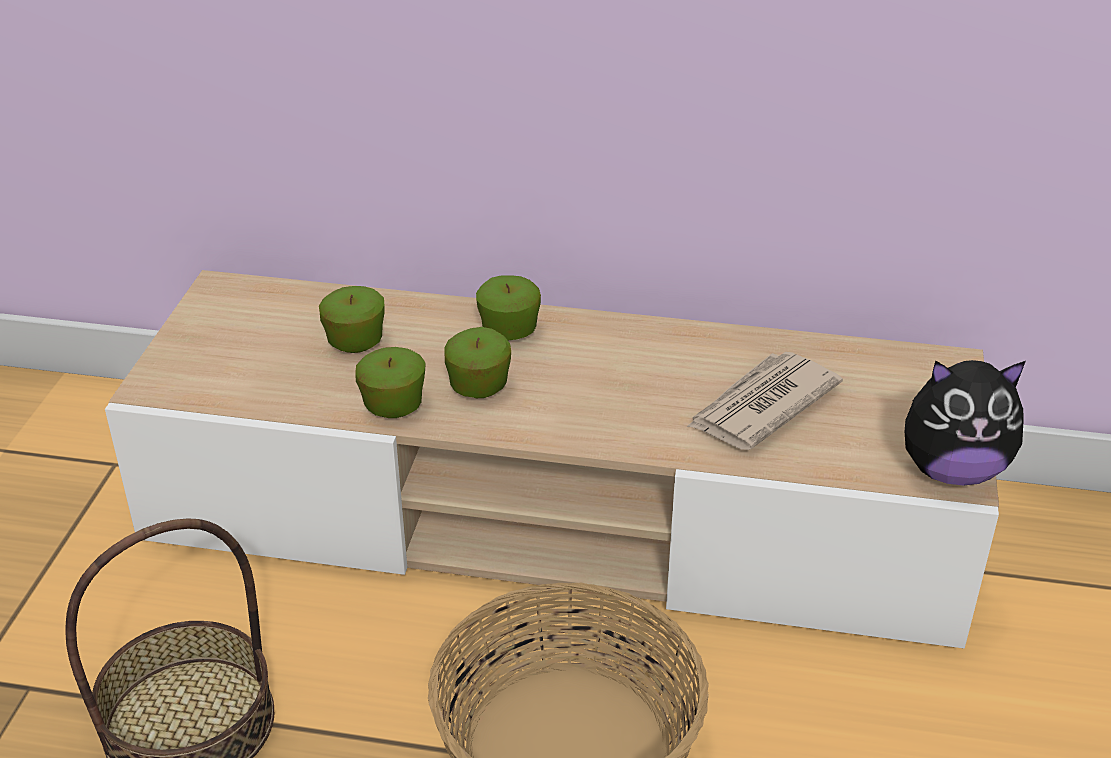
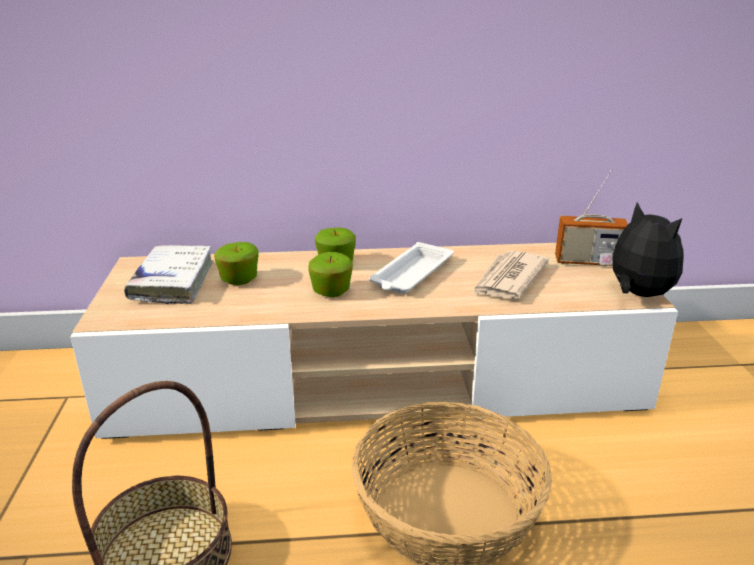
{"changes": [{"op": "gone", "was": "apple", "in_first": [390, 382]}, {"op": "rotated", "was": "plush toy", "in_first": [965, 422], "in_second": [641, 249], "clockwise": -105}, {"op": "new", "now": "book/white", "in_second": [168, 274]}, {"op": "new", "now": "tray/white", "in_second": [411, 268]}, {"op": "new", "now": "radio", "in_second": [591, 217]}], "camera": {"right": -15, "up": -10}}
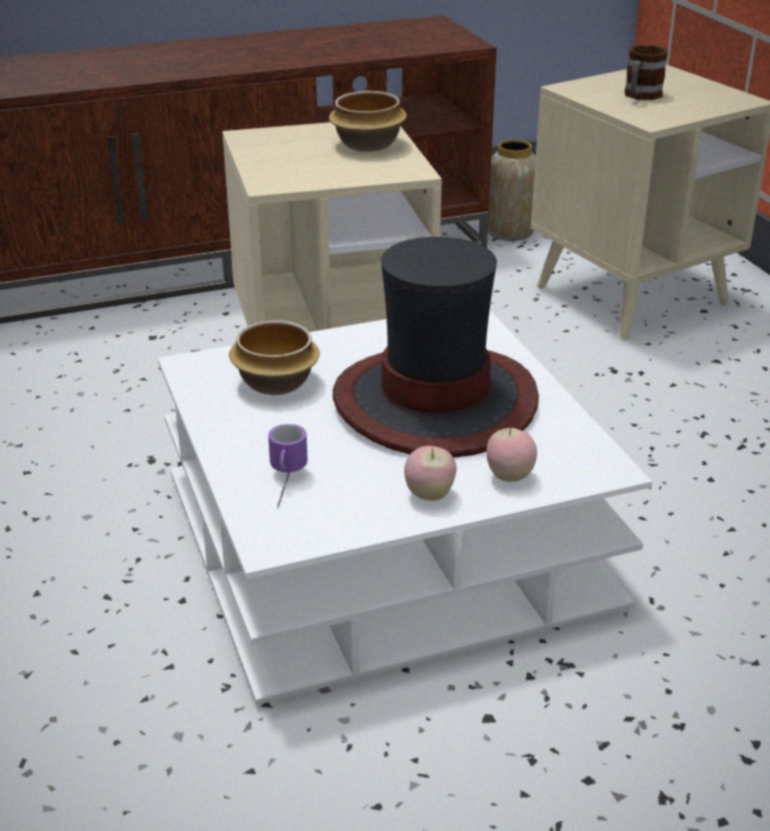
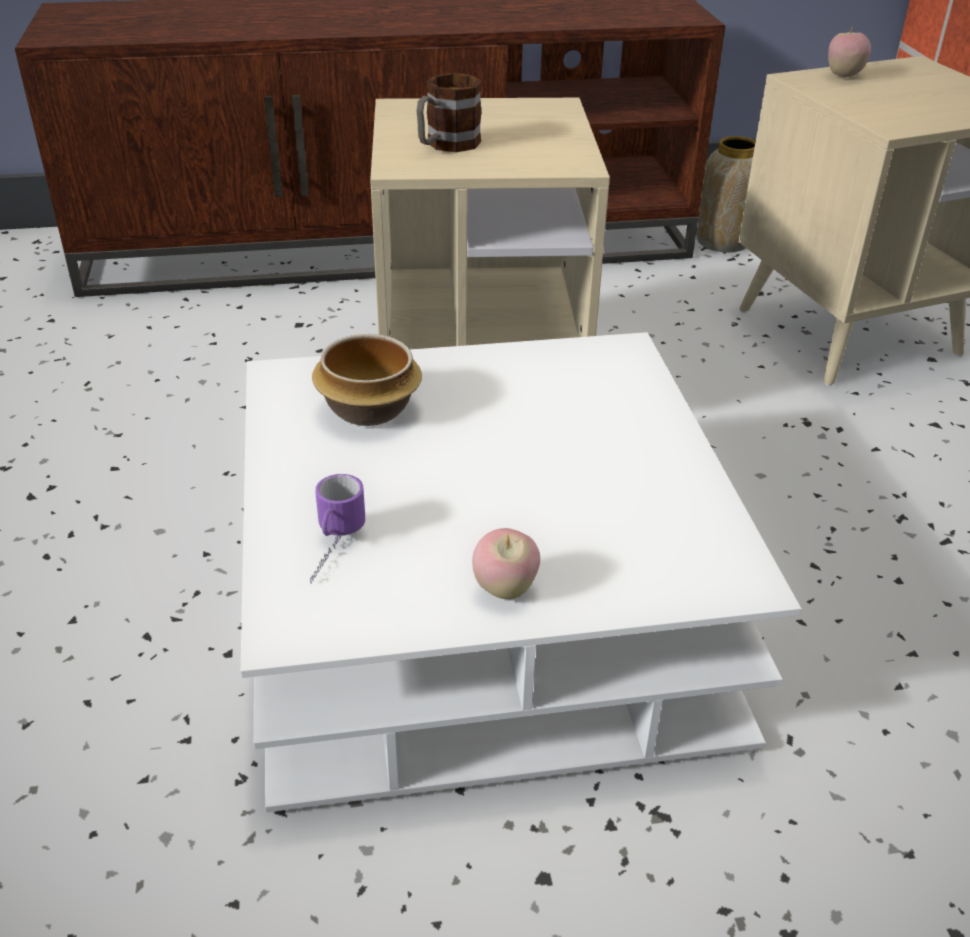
{"changes": [{"op": "gone", "was": "bowl", "in_first": [368, 121]}, {"op": "gone", "was": "hat", "in_first": [436, 347]}, {"op": "shifted", "was": "apple", "in_first": [512, 454], "in_second": [849, 52]}, {"op": "shifted", "was": "mug", "in_first": [646, 72], "in_second": [449, 112]}], "camera": {"right": 10, "up": 5}}
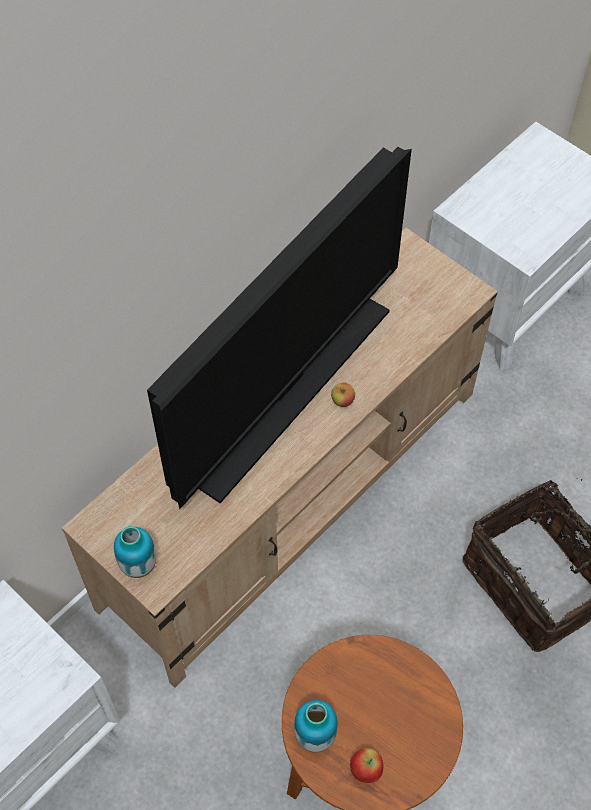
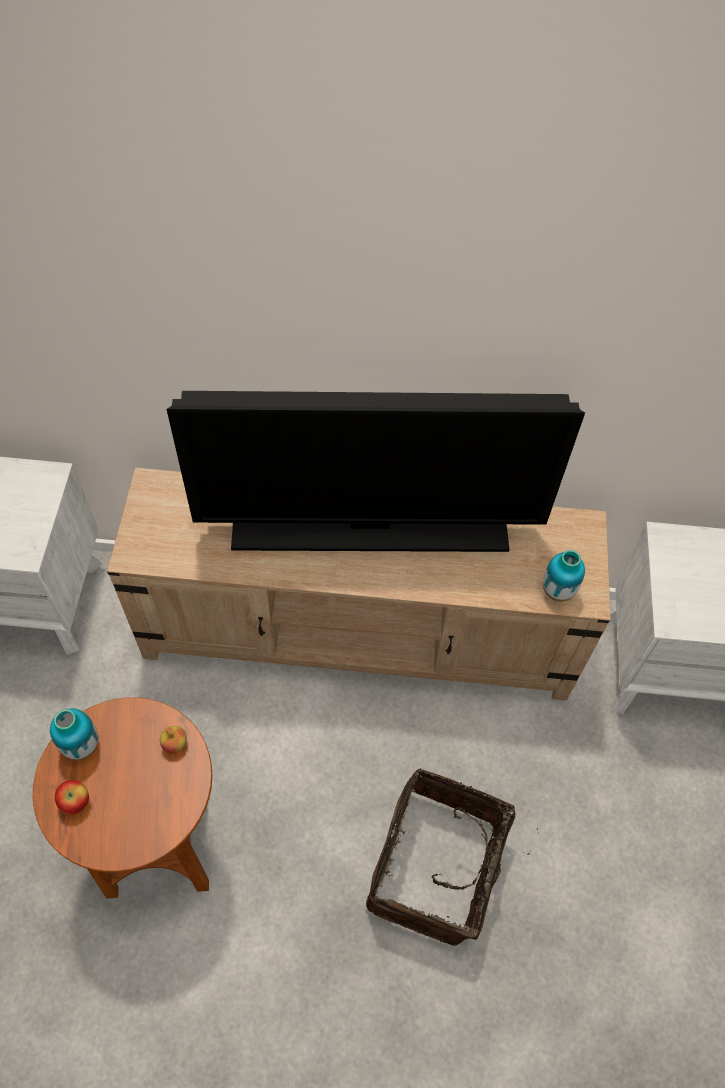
{"changes": [{"op": "shifted", "was": "vase", "in_first": [135, 552], "in_second": [564, 576]}, {"op": "shifted", "was": "apple", "in_first": [343, 394], "in_second": [173, 739]}], "camera": {"right": 50, "up": 0}}
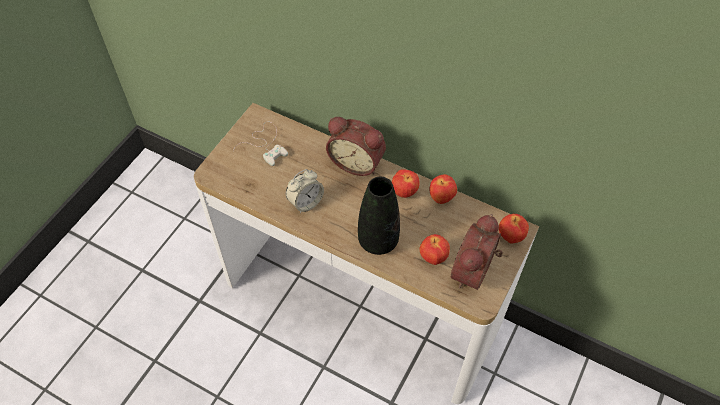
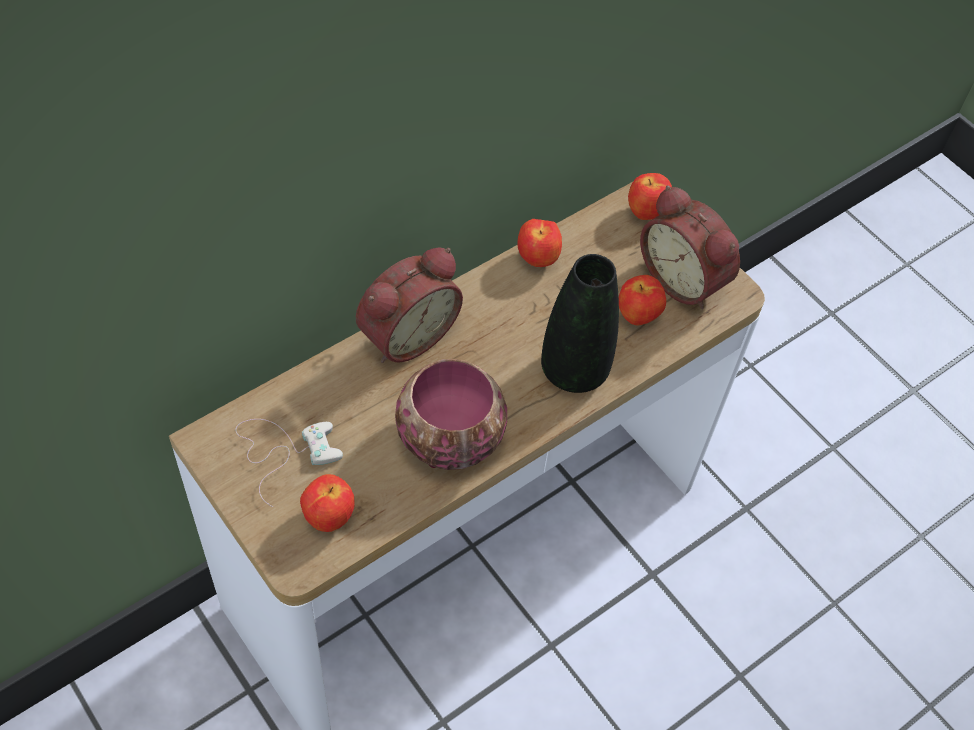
{"changes": [{"op": "swapped", "was": "alarm clock", "now": "bowl", "in_first": [305, 191], "in_second": [451, 414]}, {"op": "shifted", "was": "apple", "in_first": [406, 183], "in_second": [327, 503]}], "camera": {"right": -70, "up": 0}}
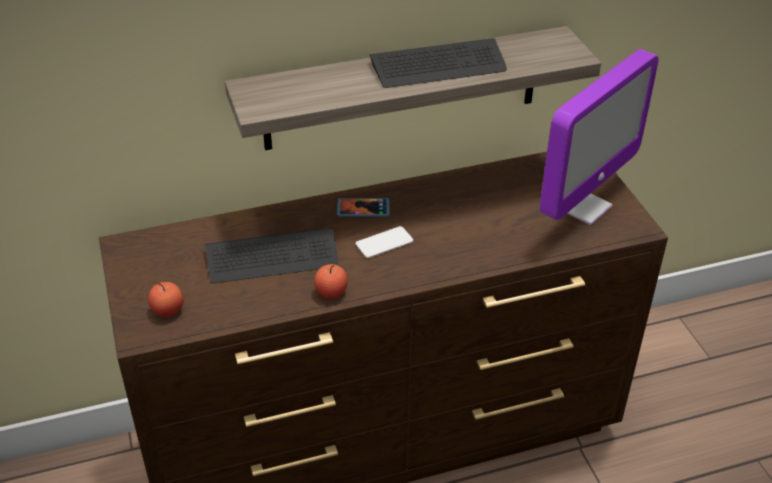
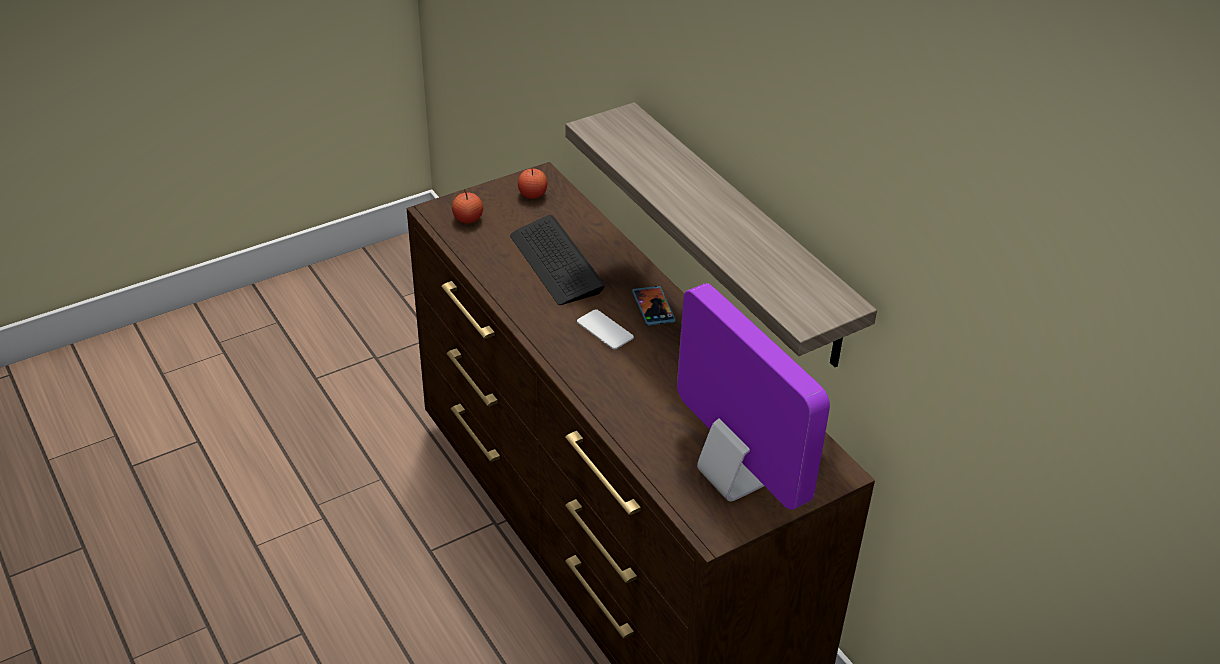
{"changes": [{"op": "shifted", "was": "apple", "in_first": [331, 281], "in_second": [532, 183]}, {"op": "gone", "was": "keyboard", "in_first": [438, 63]}, {"op": "rotated", "was": "monitor", "in_first": [599, 137], "in_second": [753, 396], "clockwise": -150}], "camera": {"right": 75, "up": 0}}
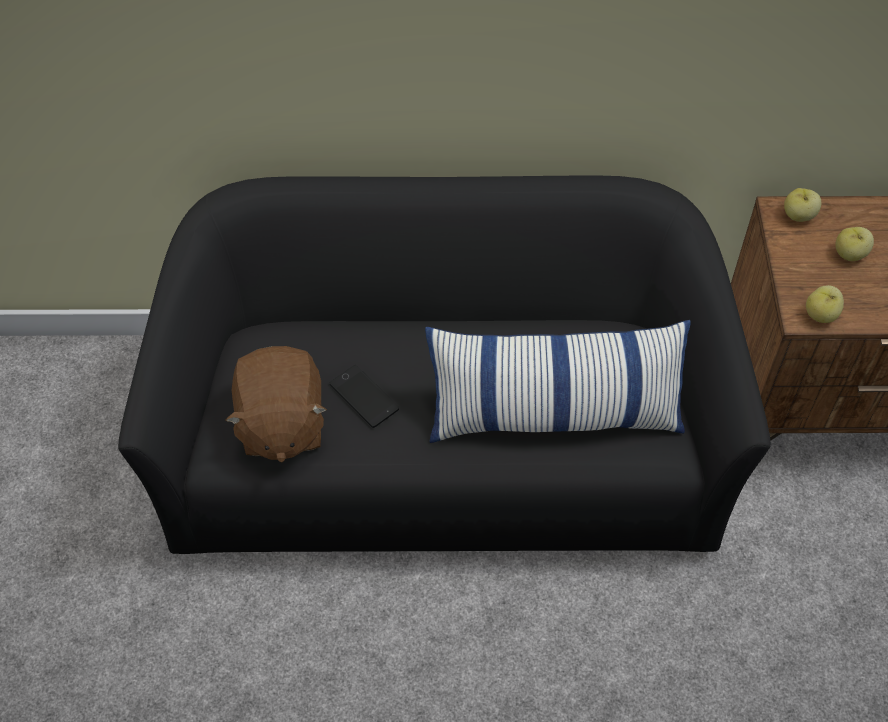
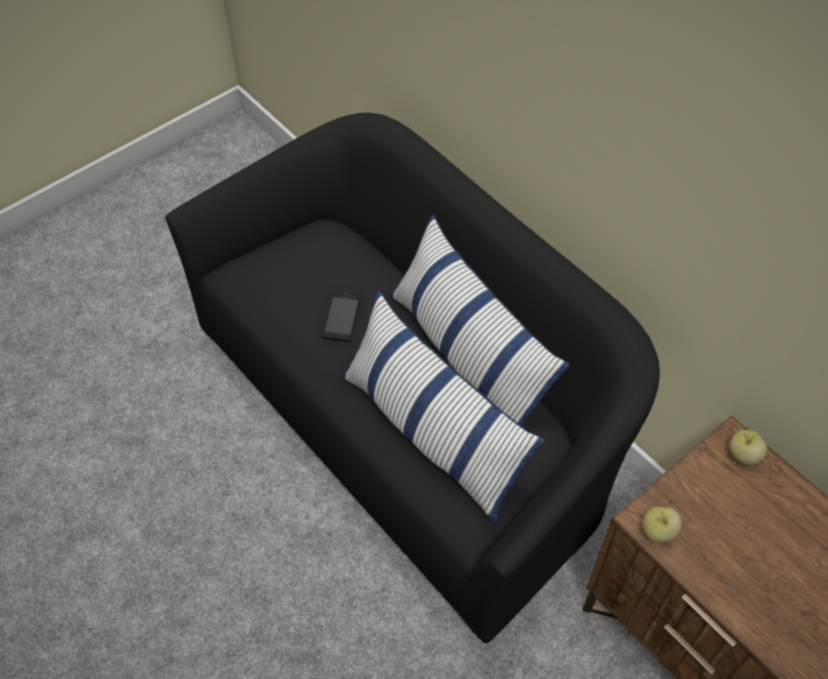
{"changes": [{"op": "gone", "was": "plush toy/brown", "in_first": [276, 404]}, {"op": "gone", "was": "apple", "in_first": [855, 244]}, {"op": "new", "now": "pillow", "in_second": [479, 321]}], "camera": {"right": 50, "up": 0}}
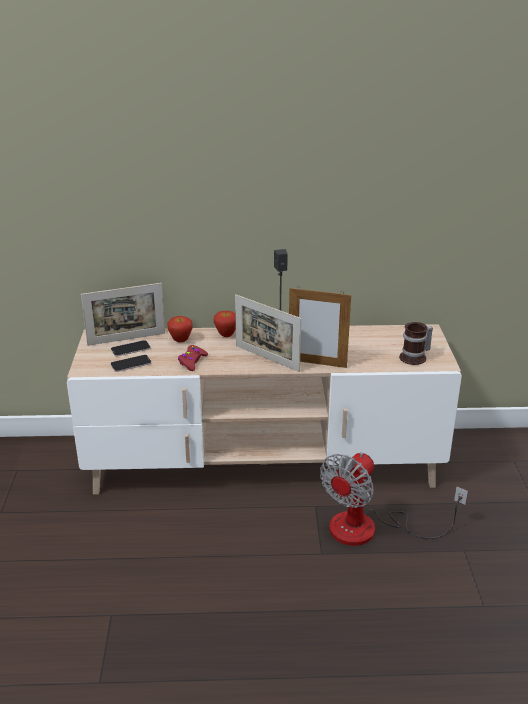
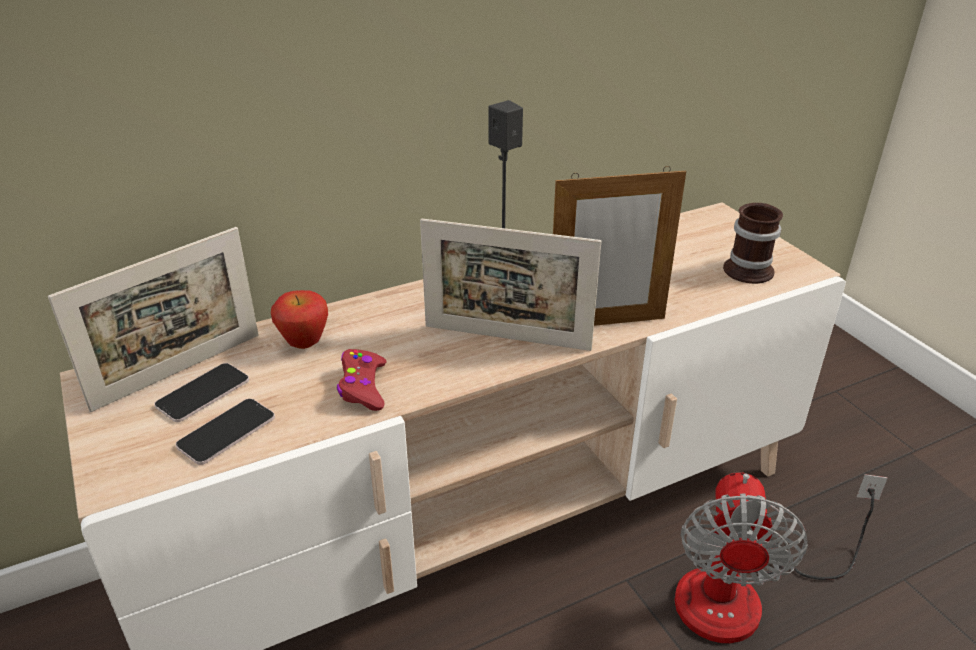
{"changes": [{"op": "gone", "was": "apple", "in_first": [225, 324]}], "camera": {"right": -25, "up": 5}}
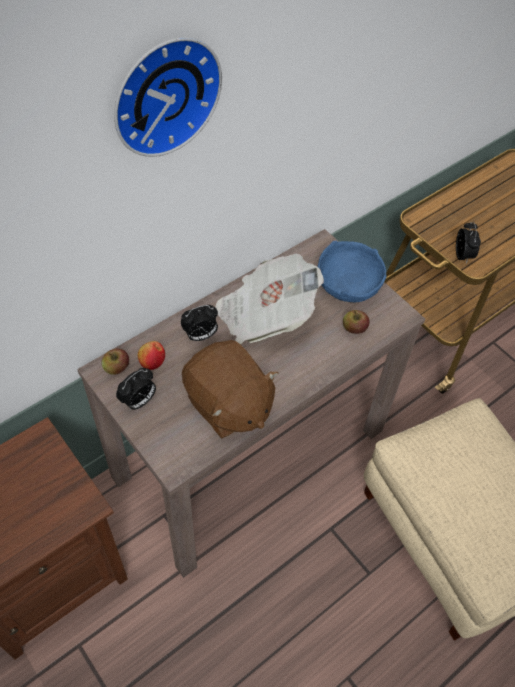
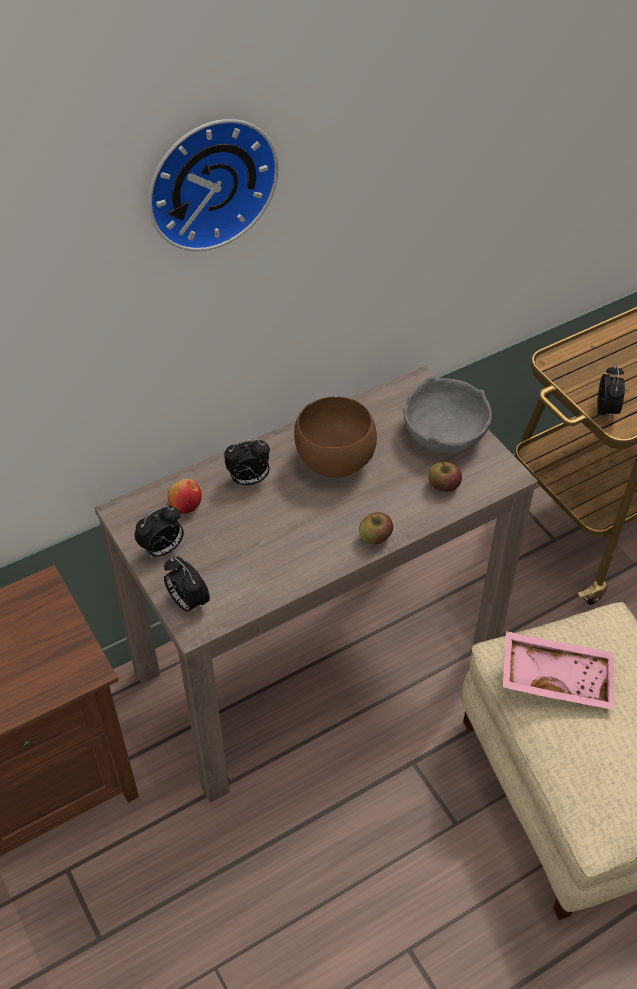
{"changes": [{"op": "shifted", "was": "apple", "in_first": [115, 361], "in_second": [376, 528]}, {"op": "gone", "was": "plush toy/brown", "in_first": [230, 389]}, {"op": "swapped", "was": "newspaper", "now": "bowl/brown", "in_first": [269, 299], "in_second": [335, 437]}, {"op": "repainted", "was": "bowl/blue", "now": "bowl/grey", "in_first": [351, 271], "in_second": [447, 415]}, {"op": "new", "now": "alarm clock", "in_second": [187, 585]}, {"op": "new", "now": "tray/pink", "in_second": [558, 670]}], "camera": {"right": 10, "up": -5}}
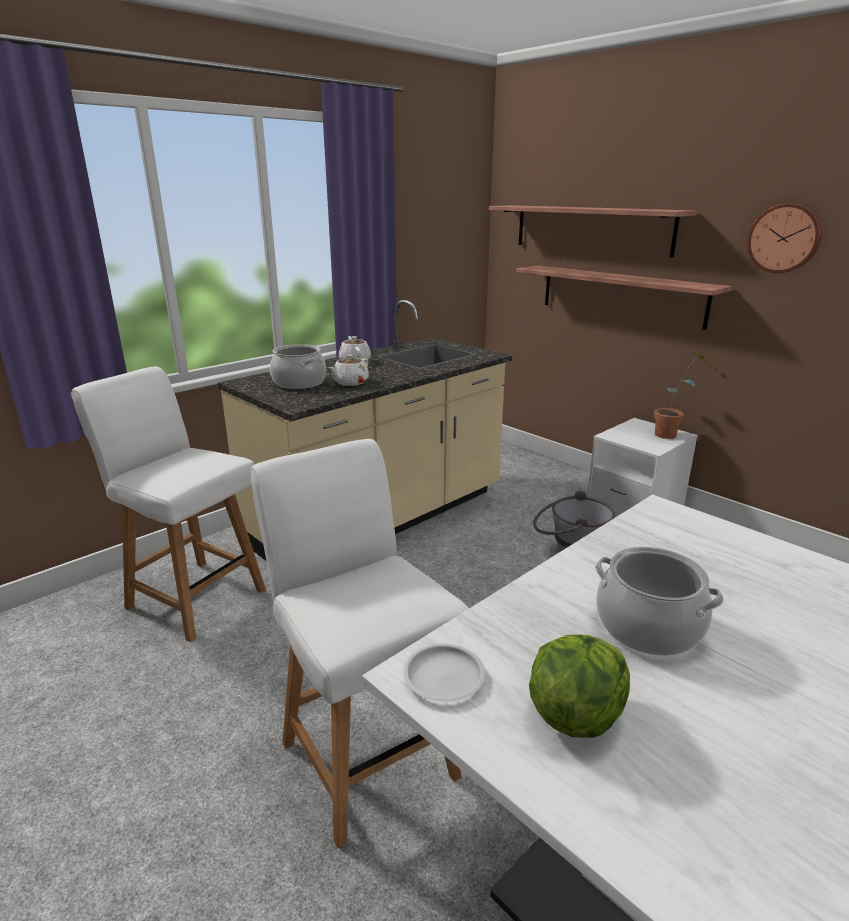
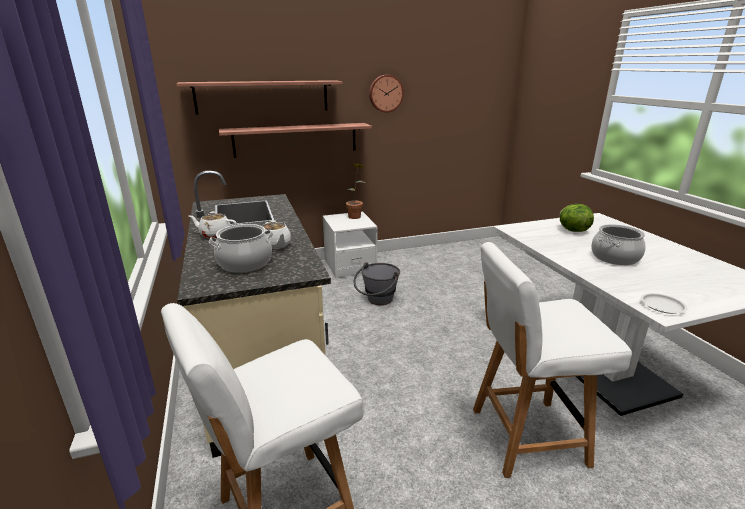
{"changes": [{"op": "shifted", "was": "lettuce", "in_first": [579, 686], "in_second": [577, 218]}], "camera": {"right": -65, "up": 0}}
